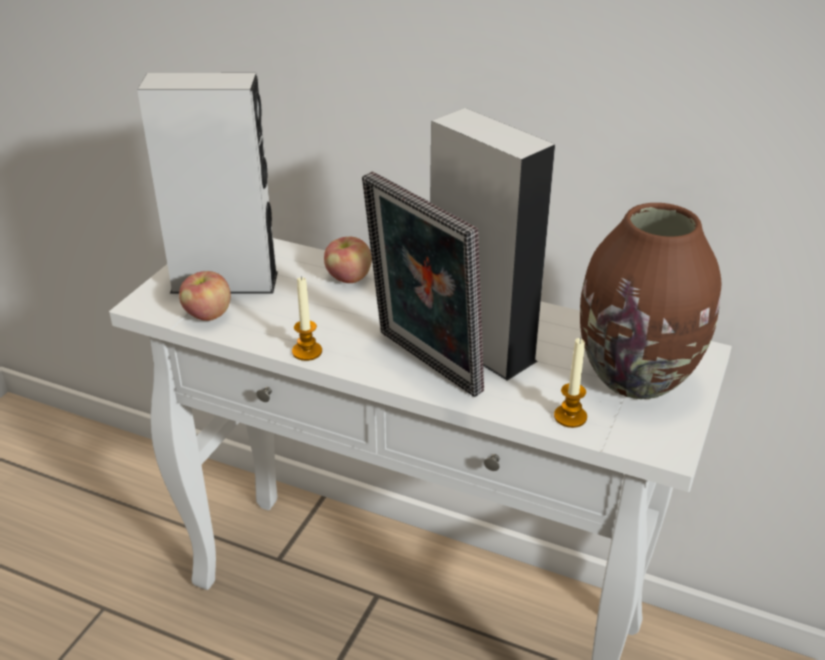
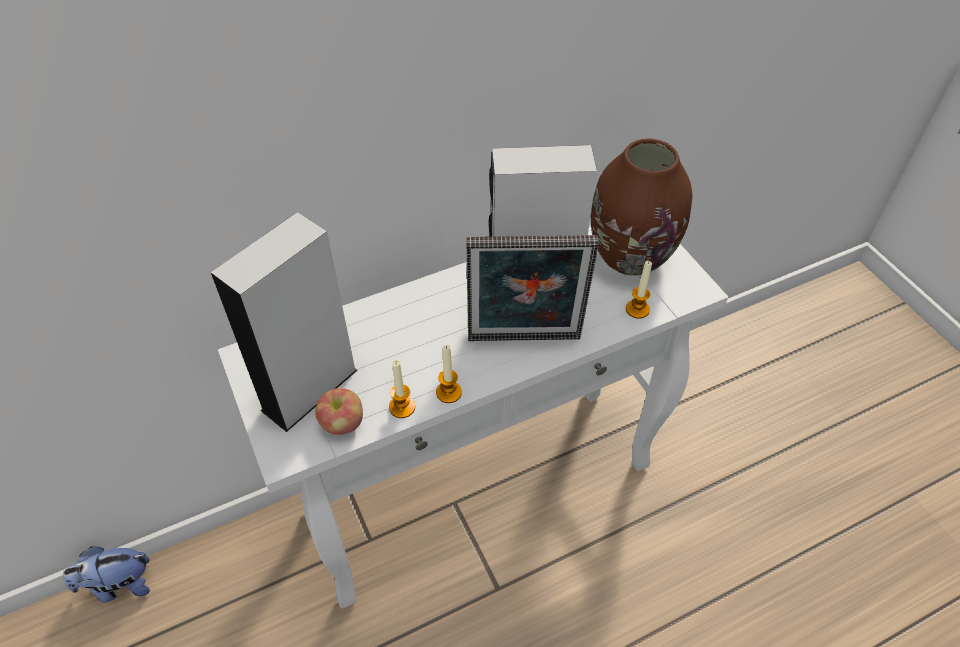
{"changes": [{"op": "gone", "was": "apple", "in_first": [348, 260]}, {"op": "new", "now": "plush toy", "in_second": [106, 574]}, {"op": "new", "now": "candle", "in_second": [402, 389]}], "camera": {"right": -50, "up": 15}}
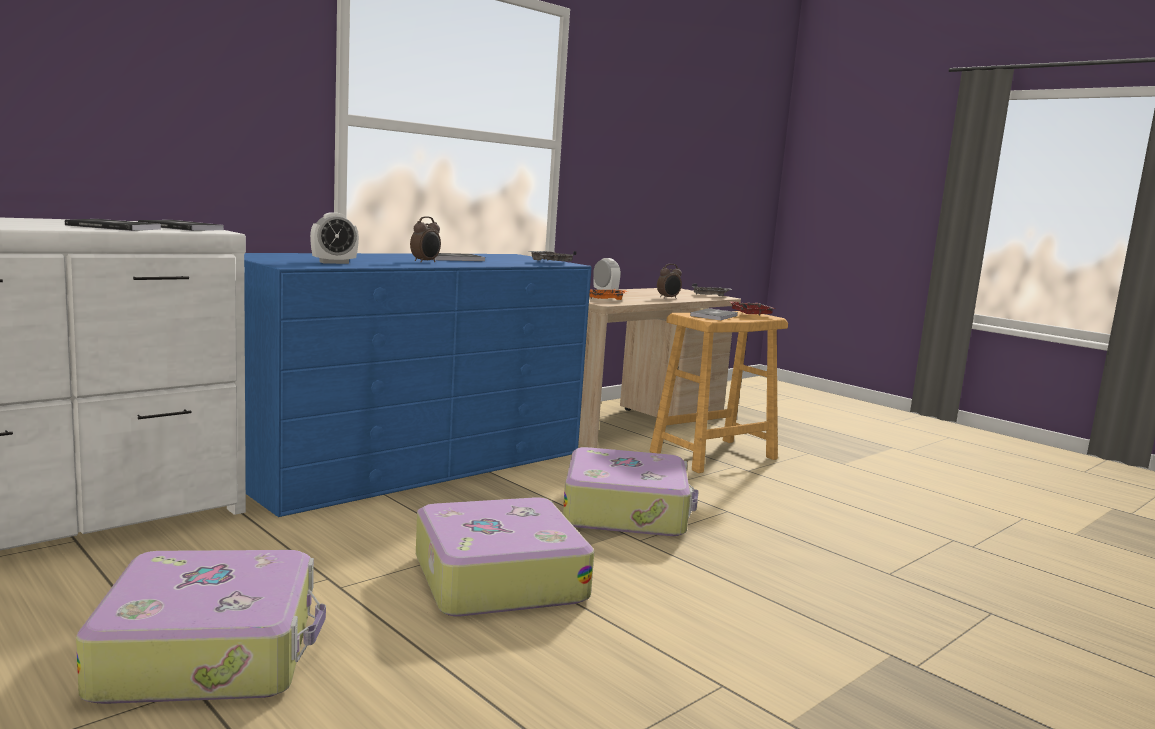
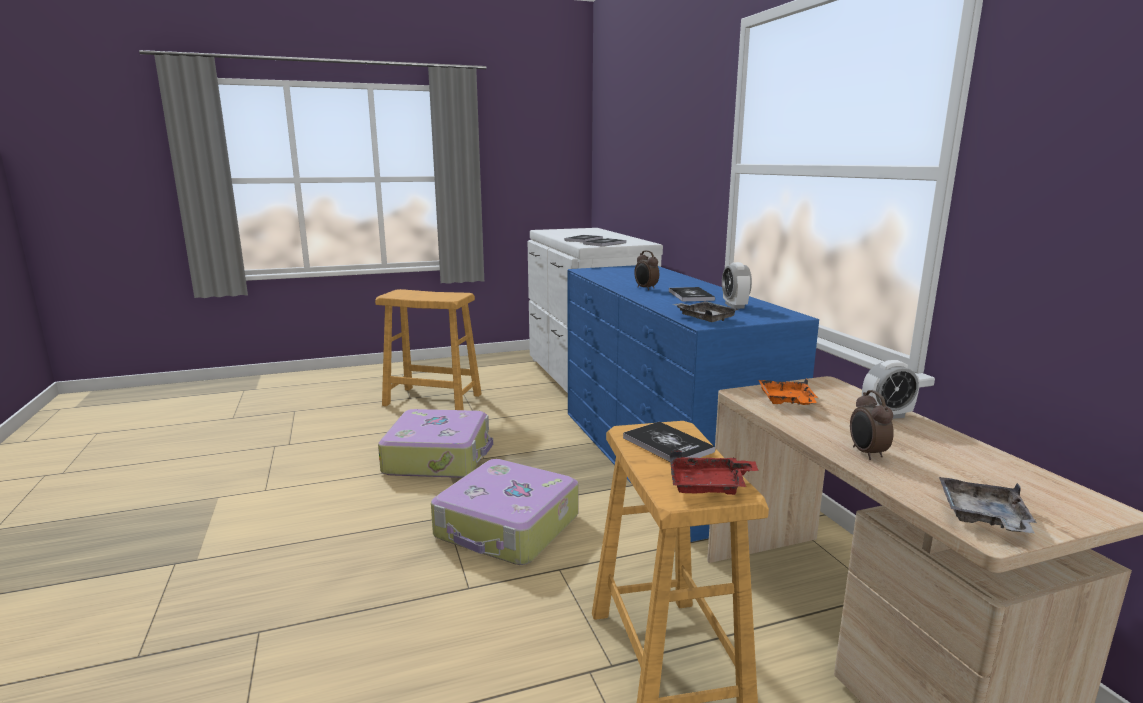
{"changes": [{"op": "swapped", "was": "suitcase", "now": "stool/beige", "in_first": [201, 627], "in_second": [428, 349]}, {"op": "shifted", "was": "alarm clock", "in_first": [334, 238], "in_second": [737, 285]}], "camera": {"right": 115, "up": 5}}
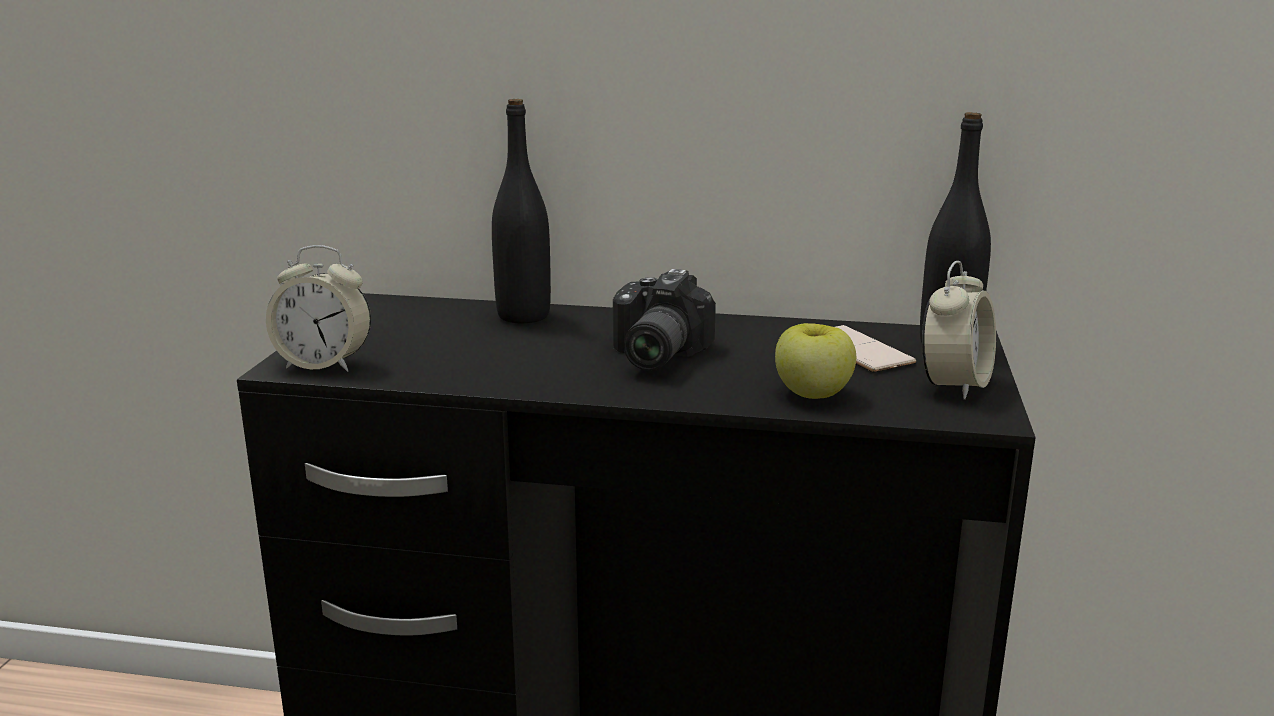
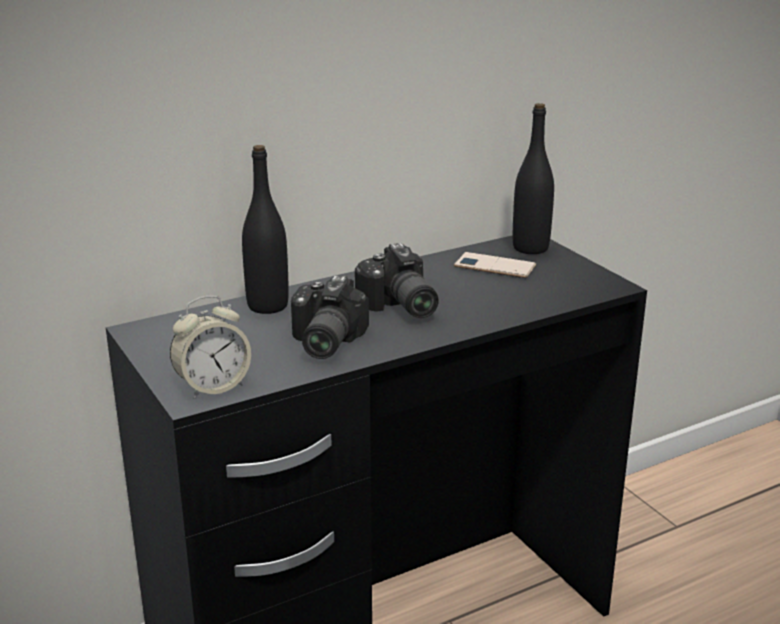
{"changes": [{"op": "gone", "was": "apple", "in_first": [815, 361]}, {"op": "gone", "was": "alarm clock", "in_first": [959, 330]}, {"op": "new", "now": "photo camera", "in_second": [330, 317]}], "camera": {"right": -40, "up": 5}}
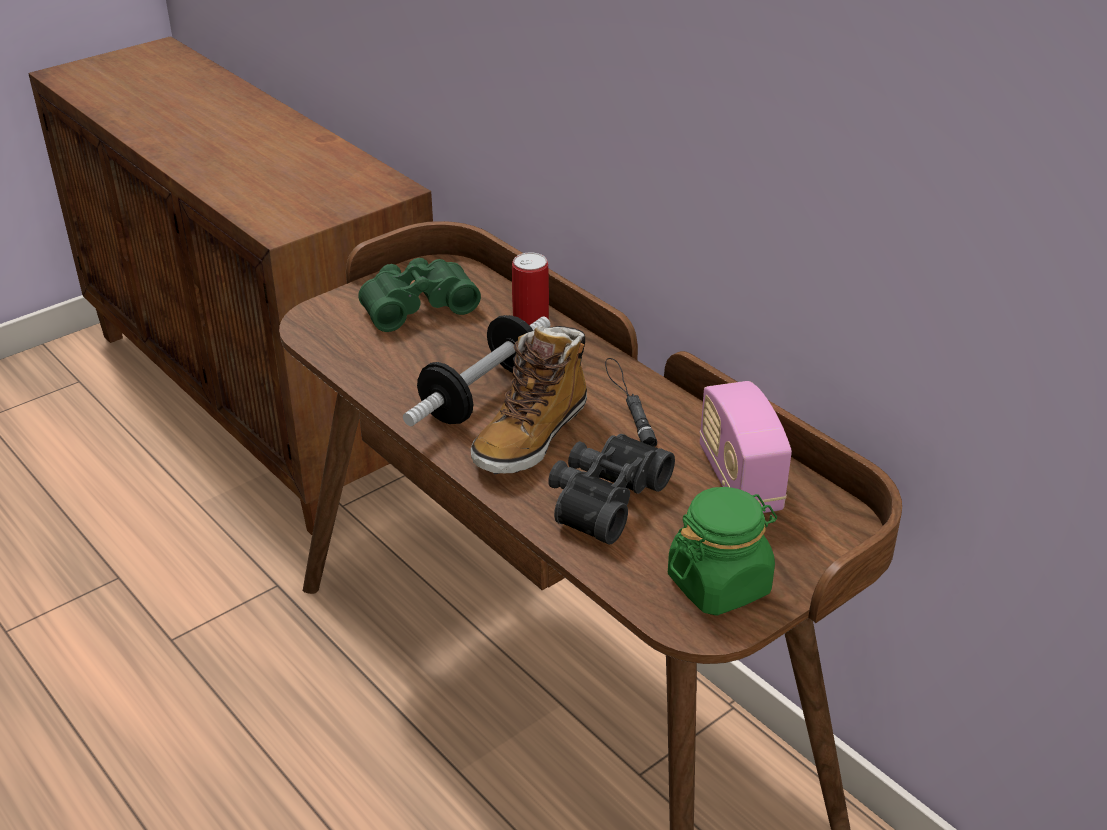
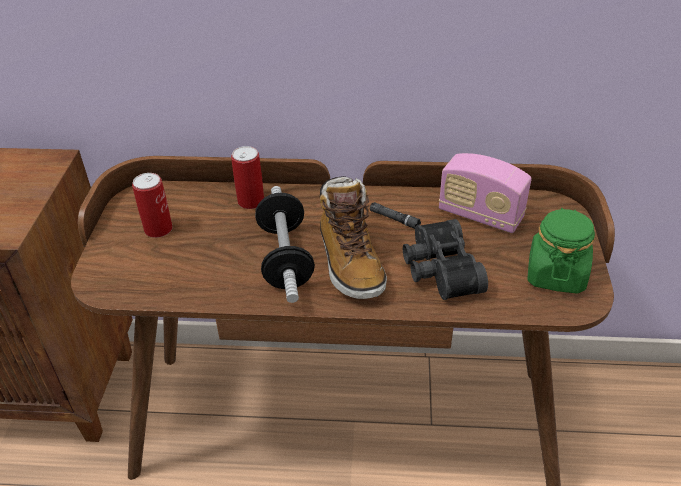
{"changes": [{"op": "swapped", "was": "binoculars/green", "now": "can", "in_first": [419, 295], "in_second": [152, 205]}], "camera": {"right": -45, "up": 5}}
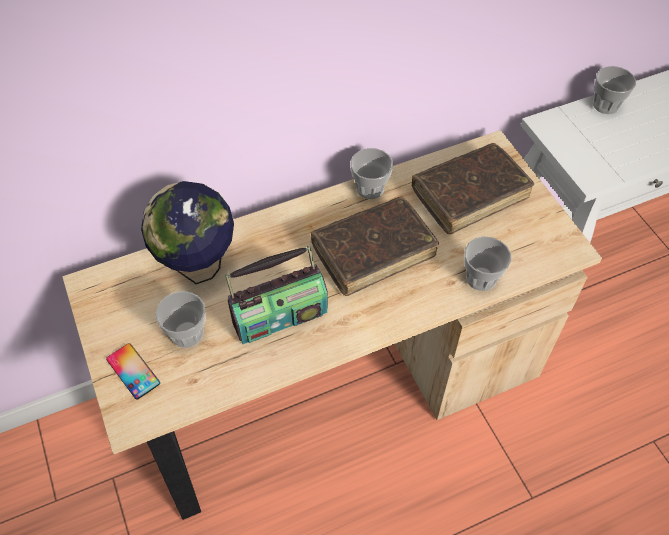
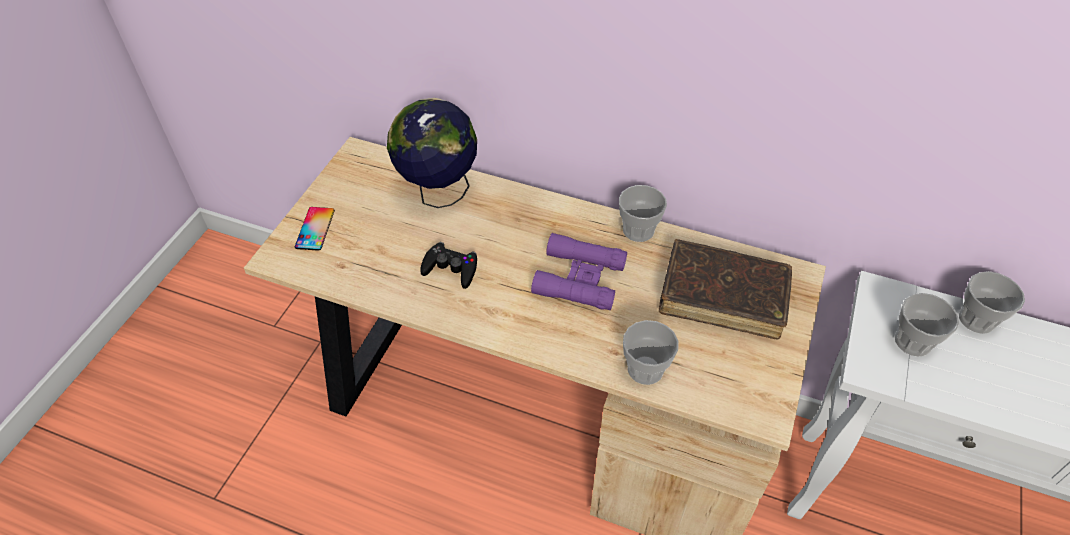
{"changes": [{"op": "shifted", "was": "cup", "in_first": [180, 319], "in_second": [927, 325]}, {"op": "swapped", "was": "radio", "now": "game controller/black", "in_first": [276, 294], "in_second": [448, 265]}, {"op": "swapped", "was": "book/brown", "now": "binoculars/purple", "in_first": [375, 246], "in_second": [579, 271]}], "camera": {"right": 45, "up": -5}}
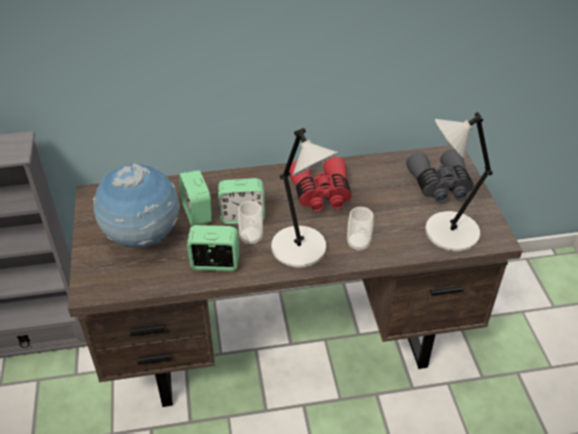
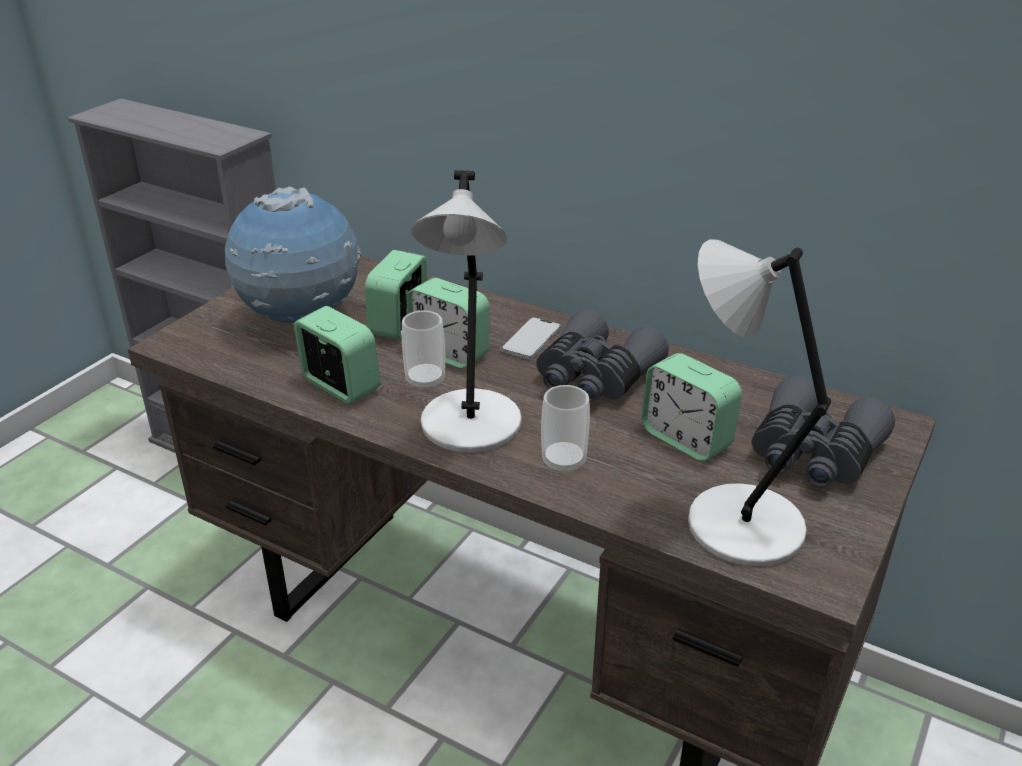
{"changes": [{"op": "repainted", "was": "binoculars/red", "now": "binoculars/grey", "in_first": [320, 184], "in_second": [602, 355]}, {"op": "new", "now": "phone", "in_second": [531, 338]}, {"op": "new", "now": "alarm clock", "in_second": [691, 407]}], "camera": {"right": 40, "up": -10}}
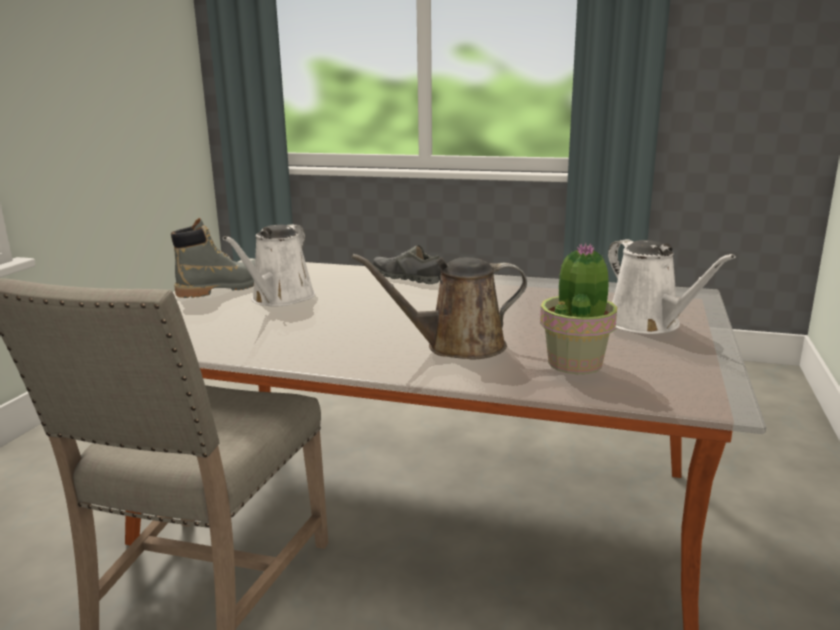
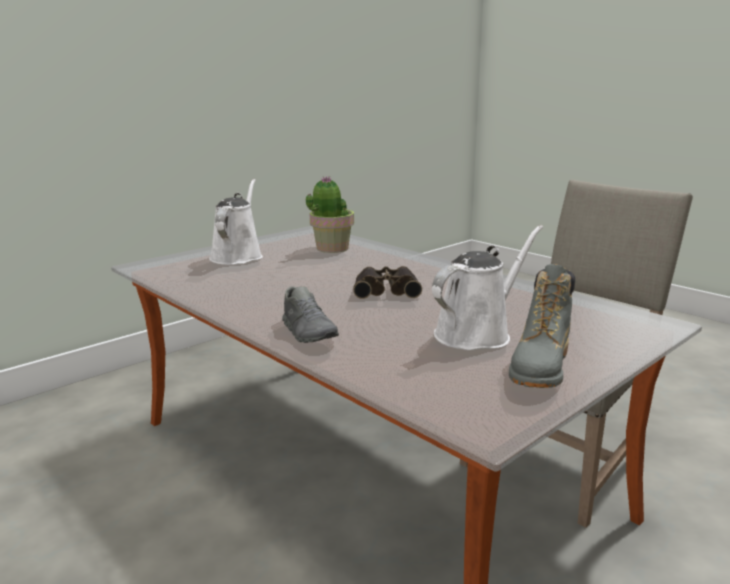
{"changes": [{"op": "rotated", "was": "boot/grey", "in_first": [213, 258], "in_second": [542, 326], "clockwise": -60}, {"op": "gone", "was": "watering can/brown", "in_first": [439, 306]}, {"op": "new", "now": "binoculars", "in_second": [387, 282]}], "camera": {"right": -150, "up": 0}}
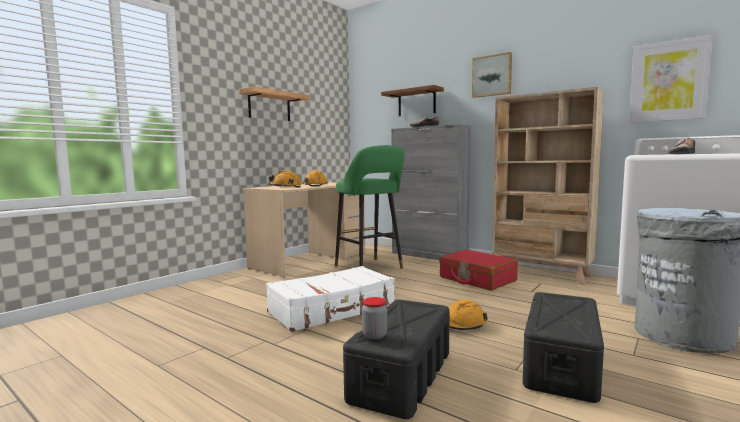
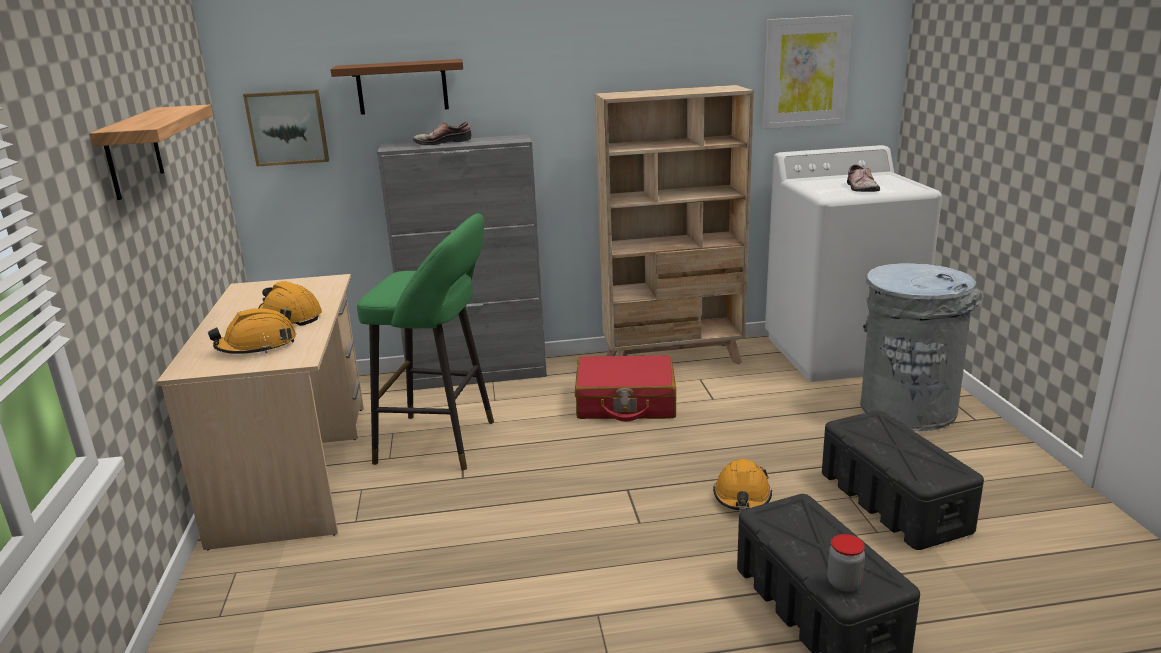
{"changes": [{"op": "gone", "was": "suitcase/white", "in_first": [330, 299]}, {"op": "shifted", "was": "picture", "in_first": [492, 75], "in_second": [286, 128]}], "camera": {"right": -45, "up": 15}}
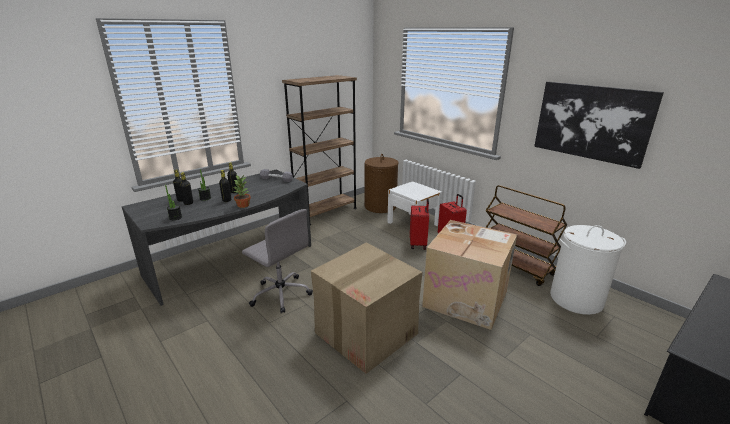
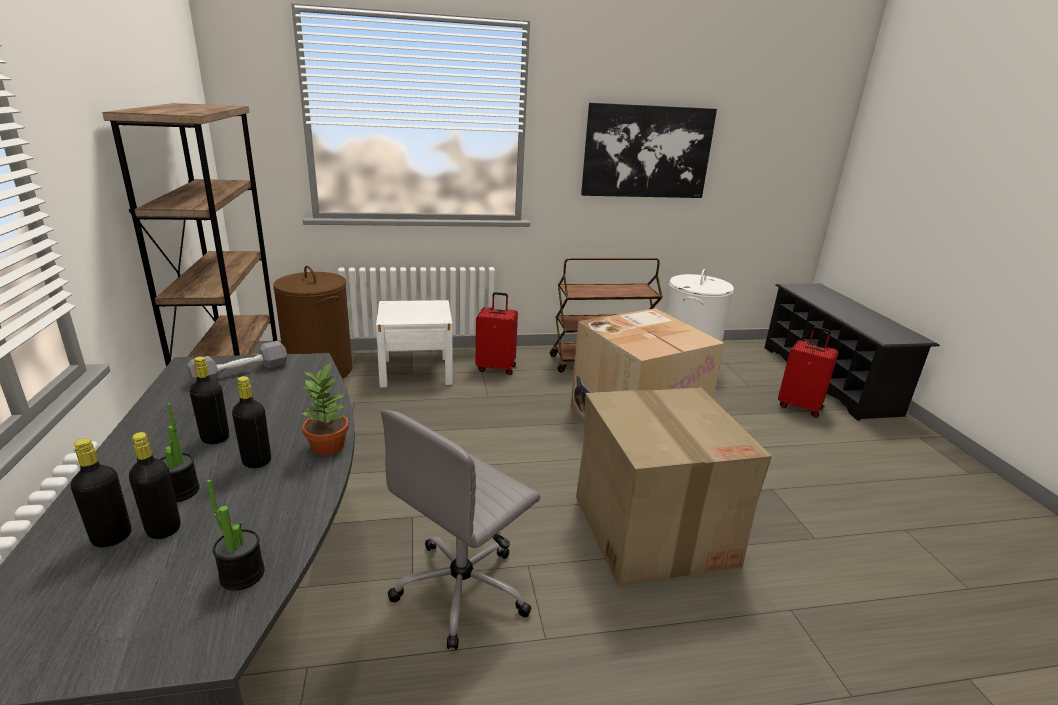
{"changes": [{"op": "rotated", "was": "office chair/grey", "in_first": [277, 261], "in_second": [460, 530], "clockwise": 150}, {"op": "shifted", "was": "suitcase/red", "in_first": [419, 224], "in_second": [808, 372]}], "camera": {"right": -60, "up": 0}}
